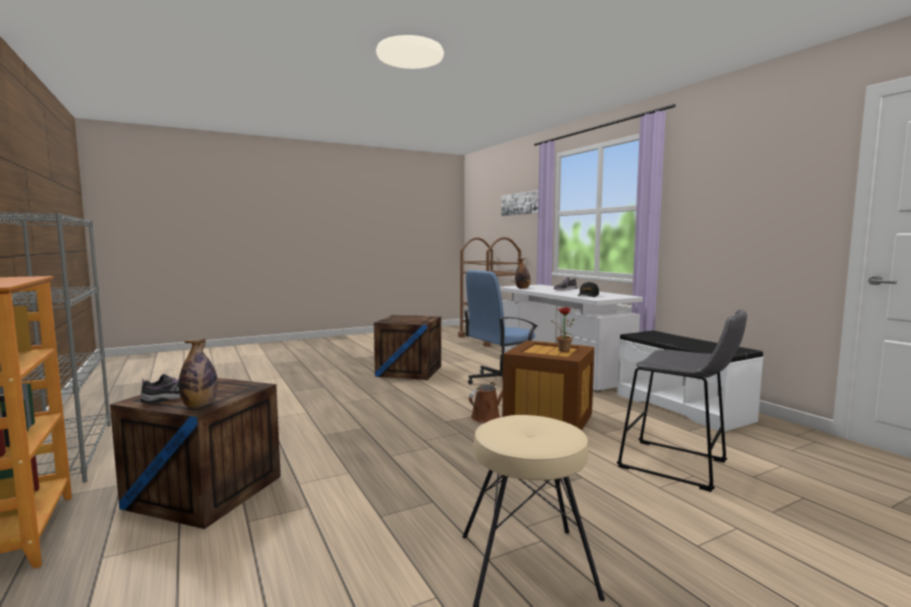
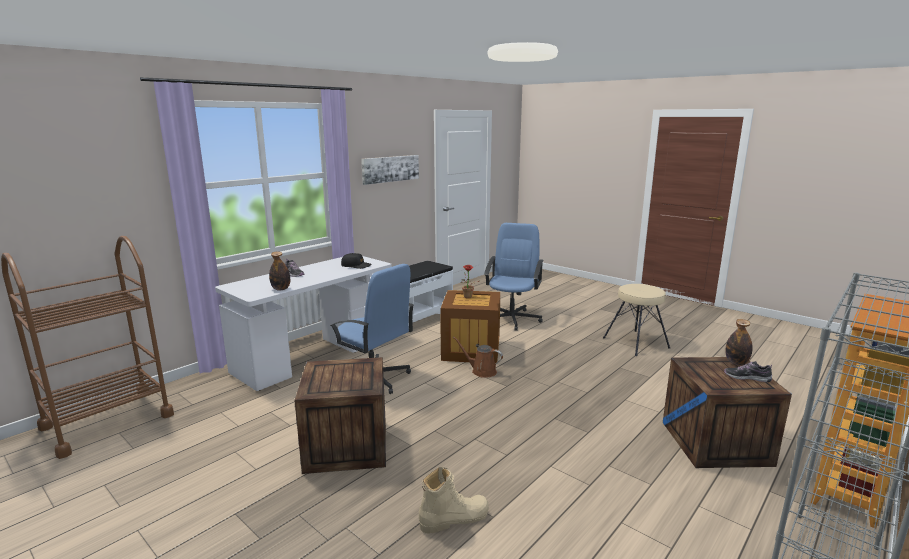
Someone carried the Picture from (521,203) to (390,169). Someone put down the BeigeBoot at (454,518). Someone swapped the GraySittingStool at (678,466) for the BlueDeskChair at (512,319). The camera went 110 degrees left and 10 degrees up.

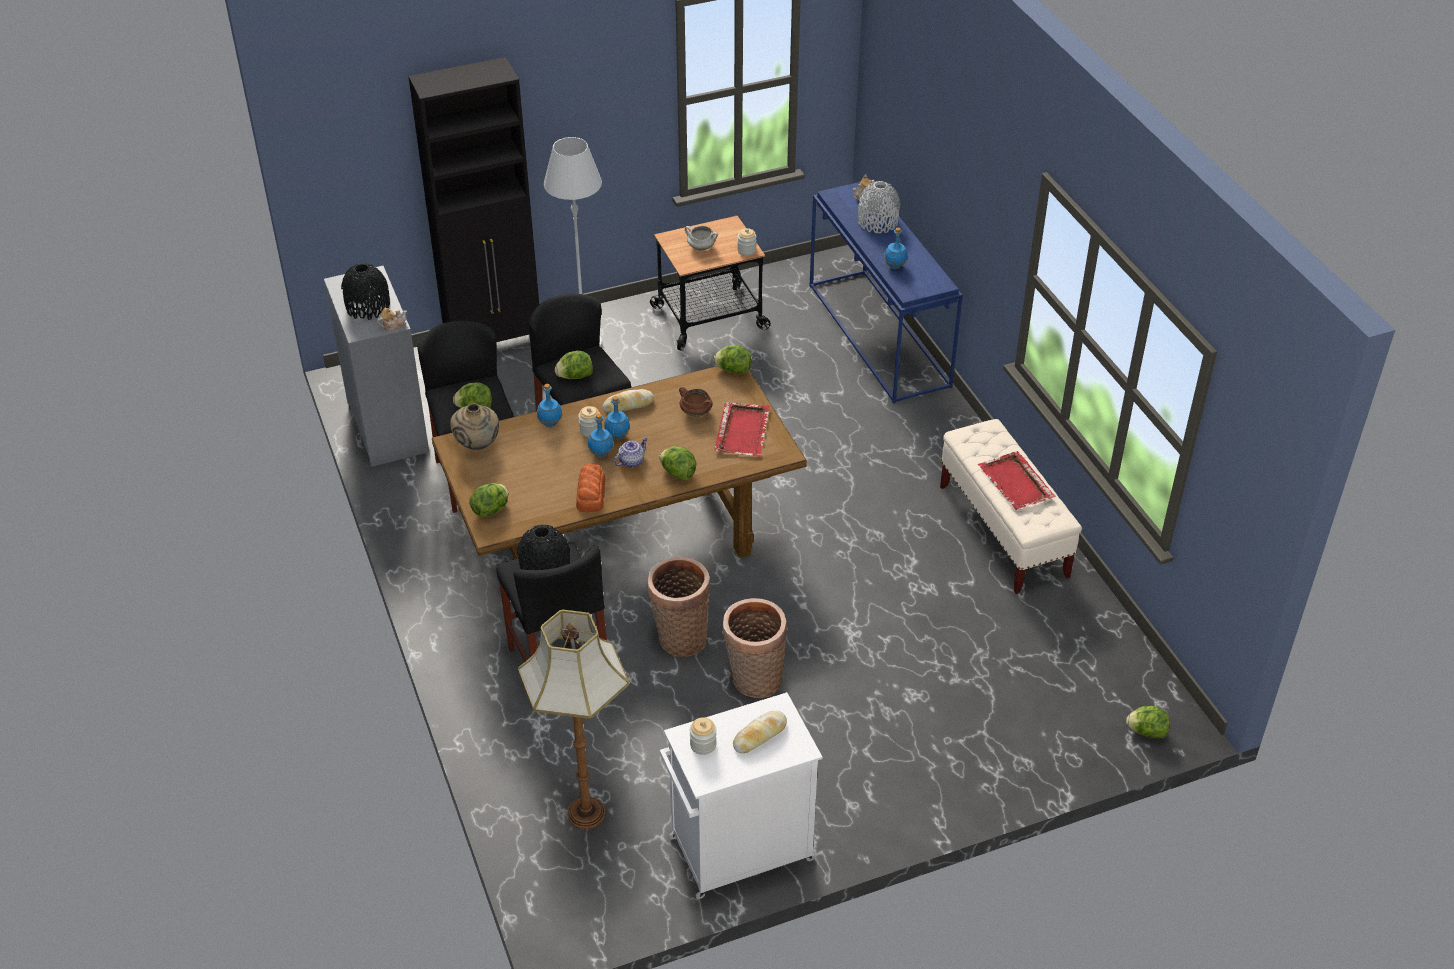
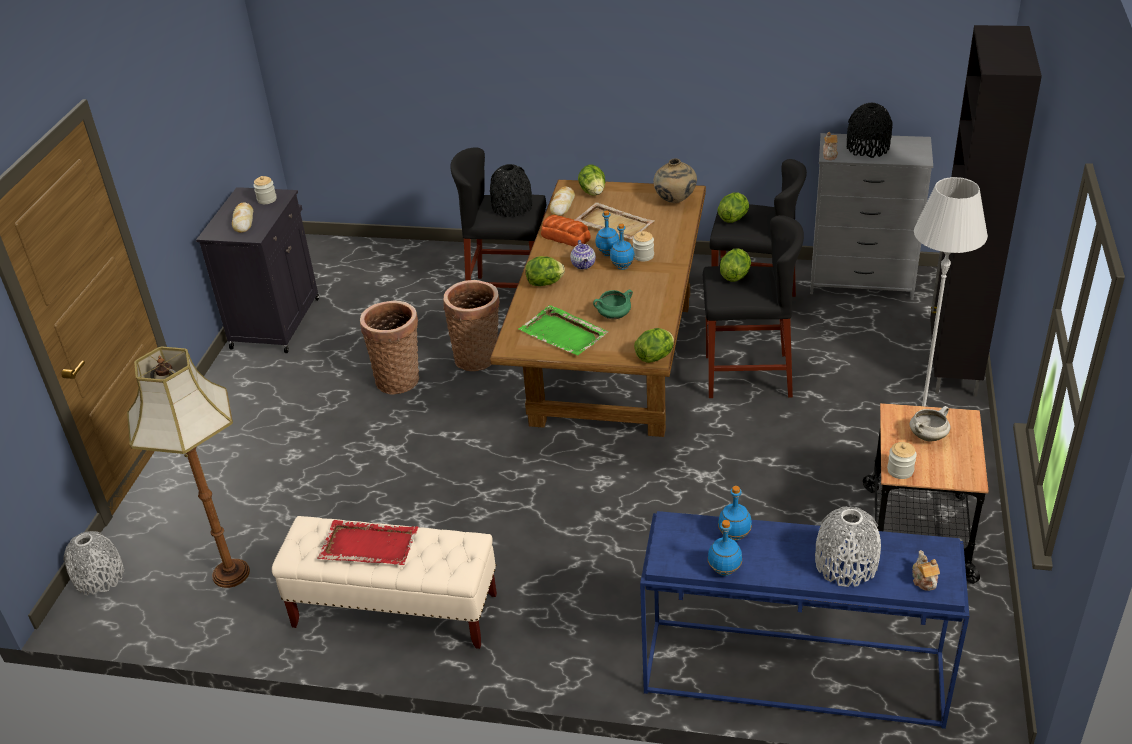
Someone swapped the Lettuce at (1146,732) for the GrayVase at (99,577). Someone carried the StandingLamp from (584,814) to (231,572). Someone repainted the WhiteCabinet at (738,850), which became the BlackishCabinet at (276,322). Someone repainted the ReddishServingTray at (742,431), which became the GreenServingTray at (564,334). Someone carried the Bread from (628,405) to (562,205). Someone put down the BeigeServingTray at (613,223). Someone repainted the BrownCookingPot at (696,412), which became the GreenCookingPot at (613,316). Someone carried the BlueDrinkBottle from (550,423) to (724,571). The camera went 125 degrees right and 5 degrees down.

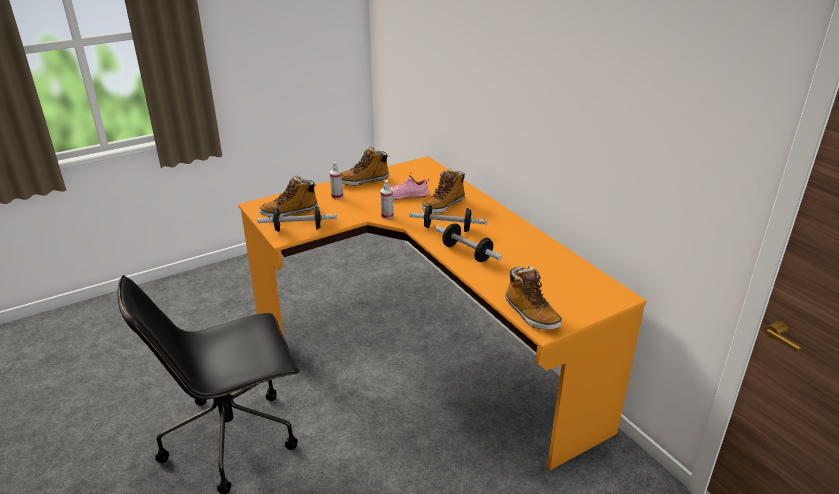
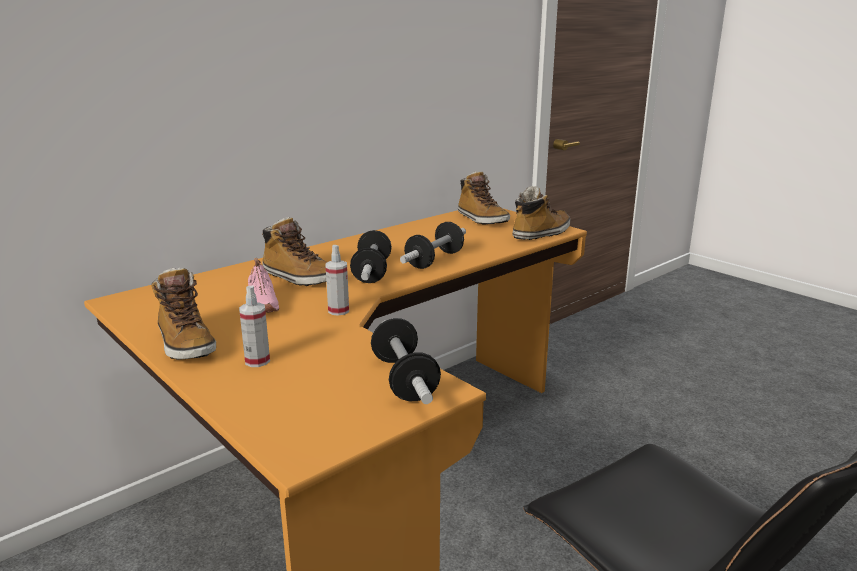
Someone carried the Boot from (290,212) to (481,219). The camera went 100 degrees left and 10 degrees down.

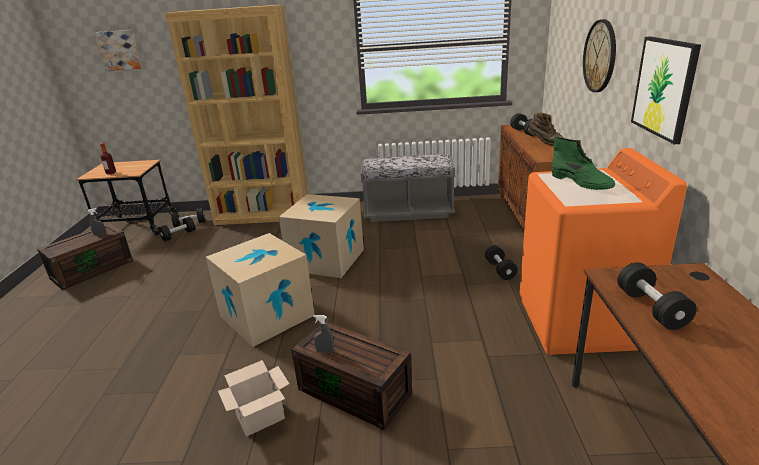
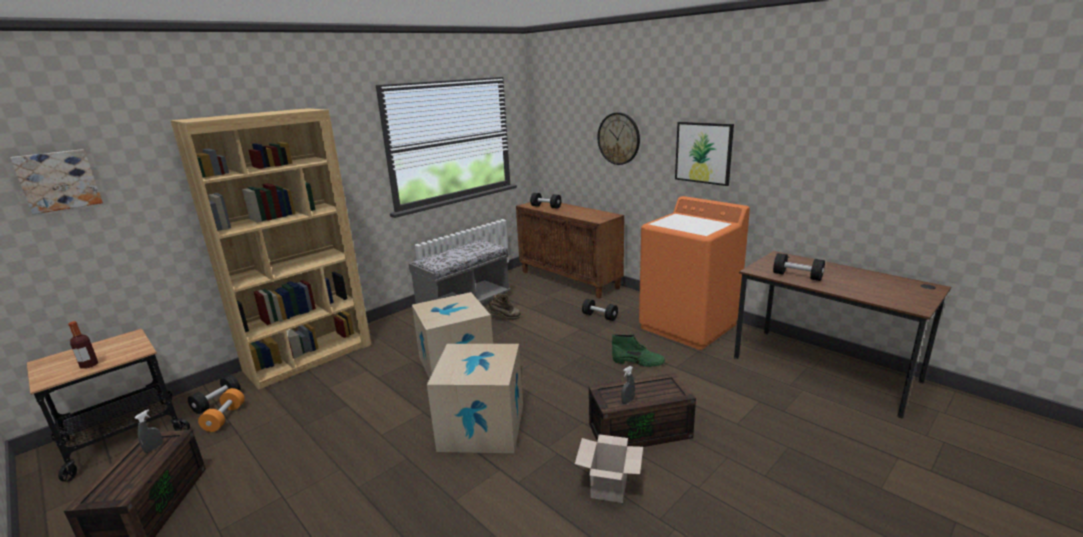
Someone repainted the BlackishFreeWeight at (178,235), which became the OrangeColouredFreeWeight at (225,418). Someone carried the BrownBoot from (544,143) to (505,318). Someone carried the GreenBoot from (581,182) to (638,362). The camera went 45 degrees left and 5 degrees down.

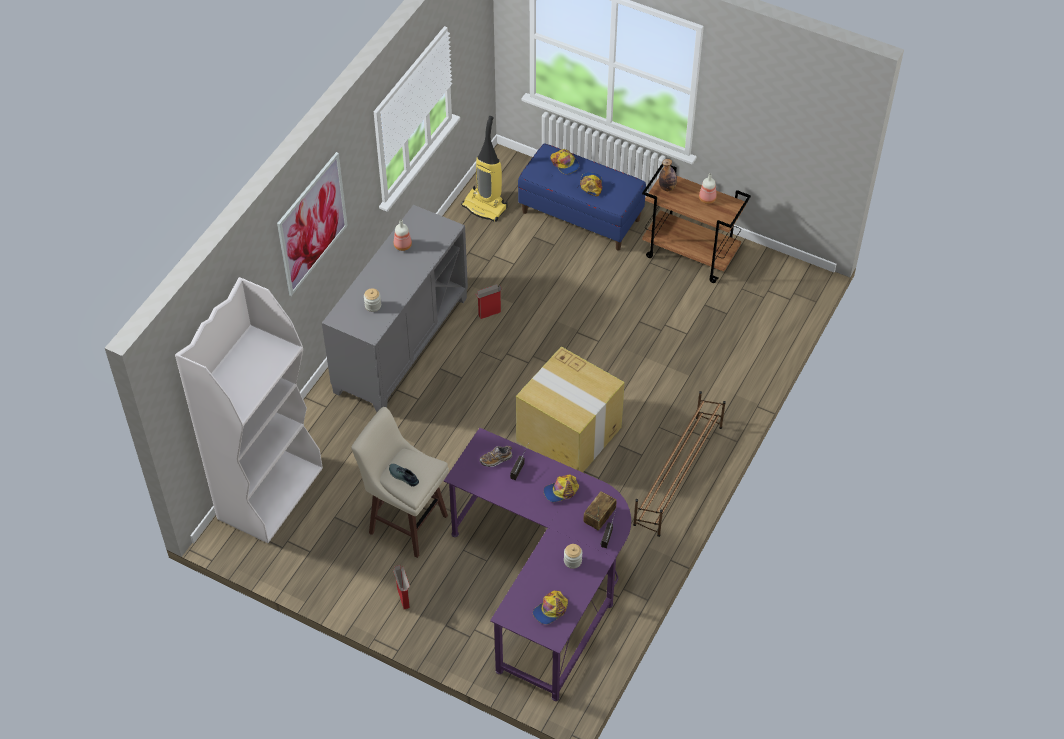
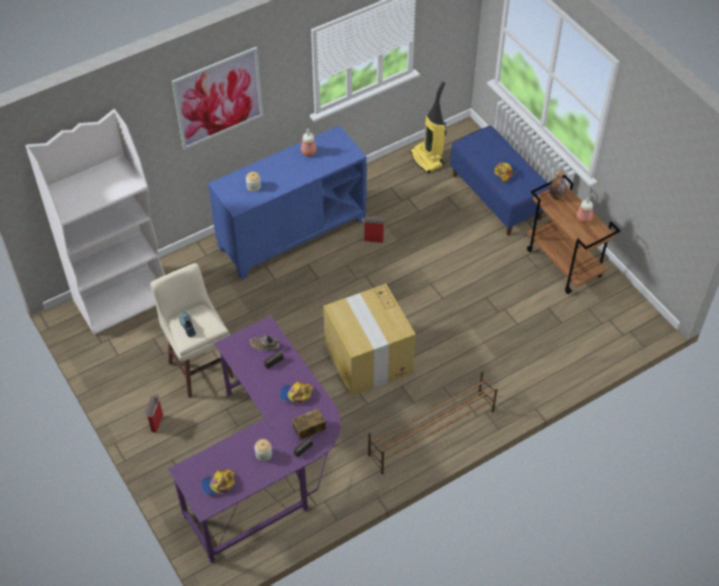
Someone repainted the GrayCabinet at (400,344), which became the BlueCabinet at (292,233). Someone took away the BaseballCap at (565,164). The camera went 30 degrees right and 0 degrees up.

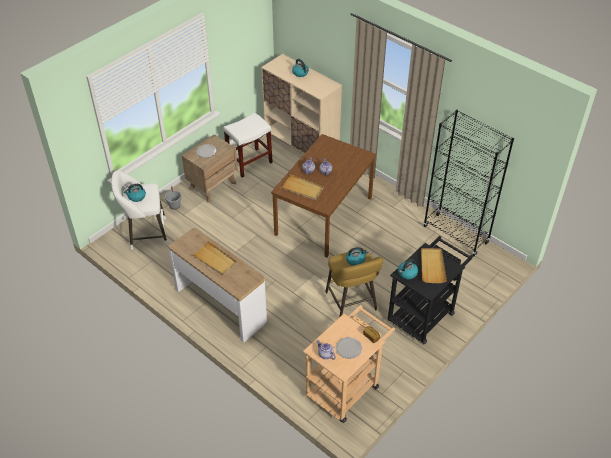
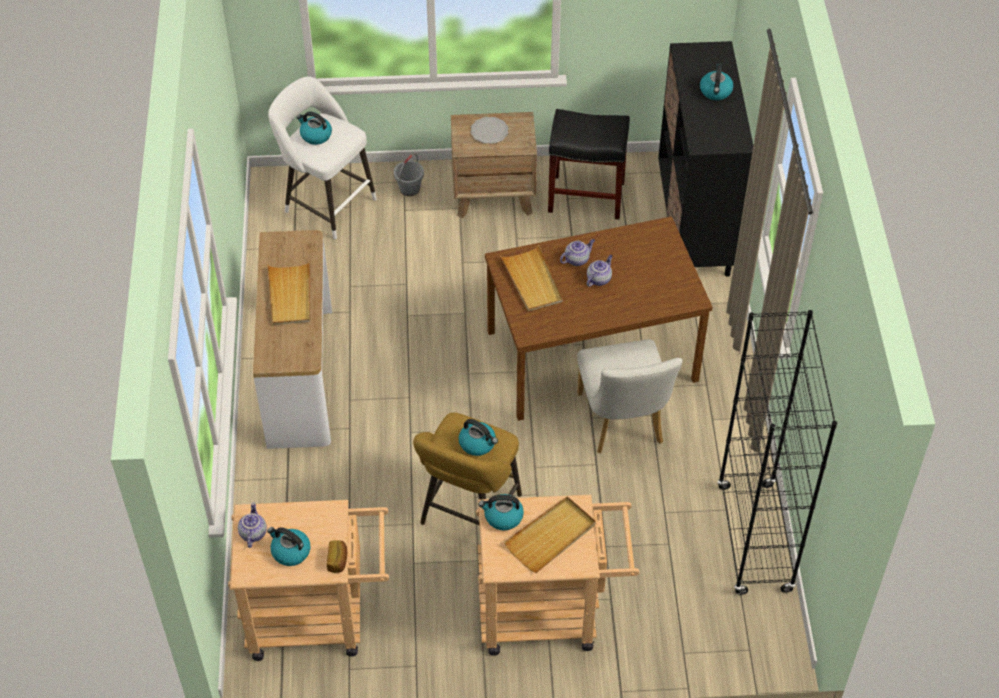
Someone swapped the DinnerPlate at (349,349) for the WaterKettle at (290,551). Someone repainted the BlackishCart at (424,313), which became the BeigeCart at (550,613). Someone repainted the WhiteSittingStool at (249,162), which became the BlackishSittingStool at (587,196). Someone put down the WhiteChair at (622,424). Someone repainted the BeigeCabinet at (301,146), which became the BlackishCabinet at (694,224). The camera went 45 degrees right and 5 degrees up.

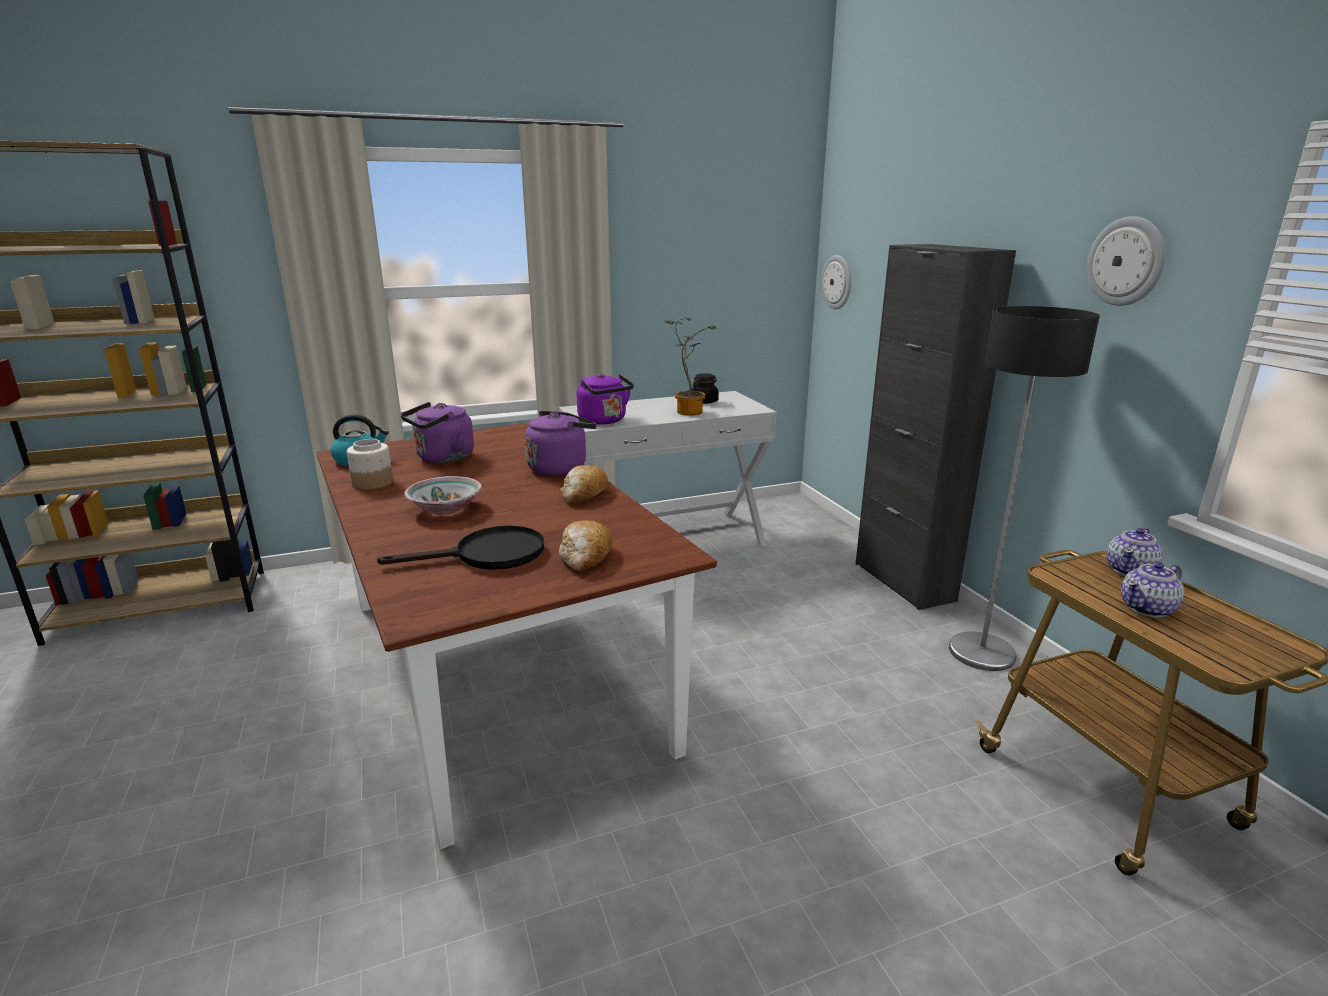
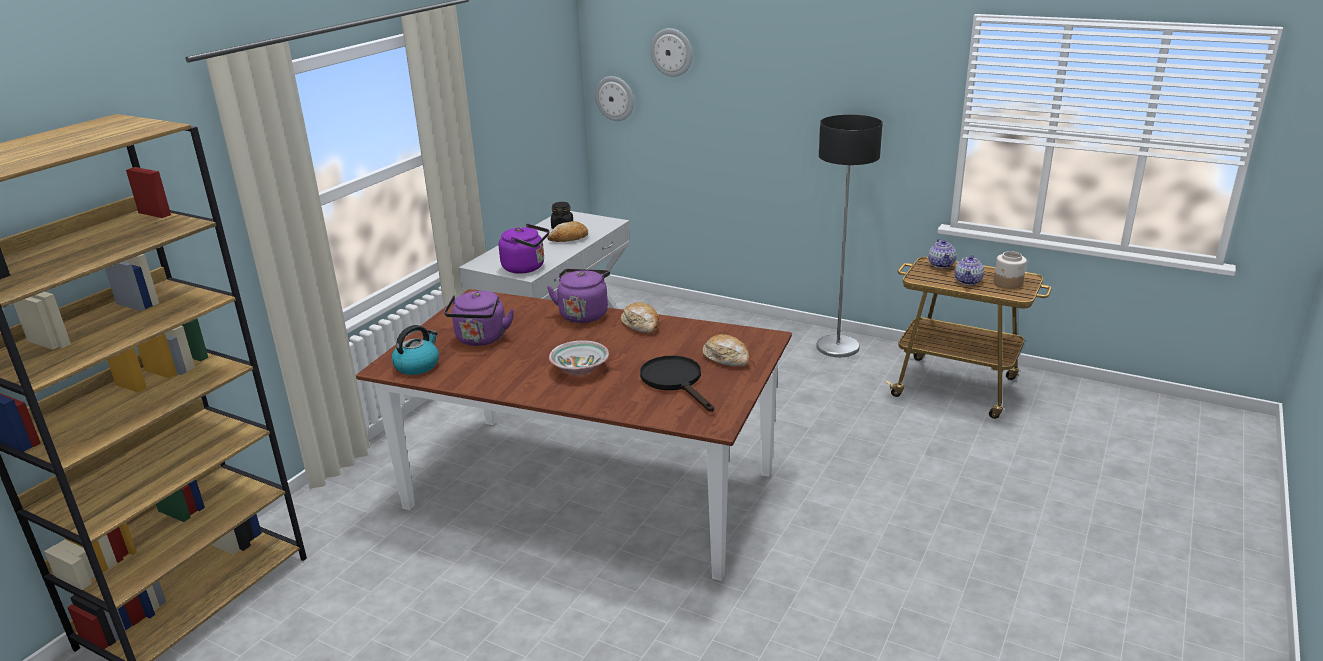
Someone swapped the Houseplant at (688,411) for the Bread at (569,239). Someone rotated the BlackishSkillet at (487,555) by 60 degrees counterclockwise. Someone carried the ClockOnTheWall from (1126,261) to (672,52). Someone carried the StorageJar from (372,483) to (1008,283). Someone took away the BlackishCabinet at (903,582). The camera went 40 degrees left and 5 degrees up.

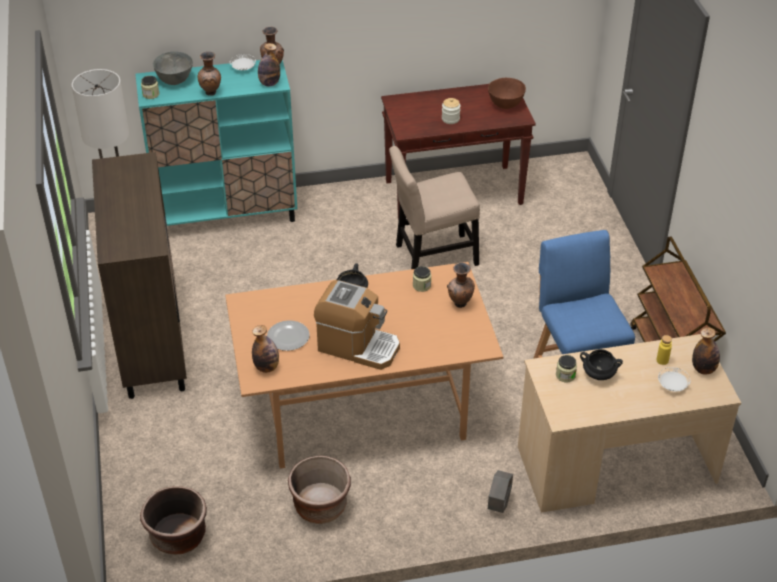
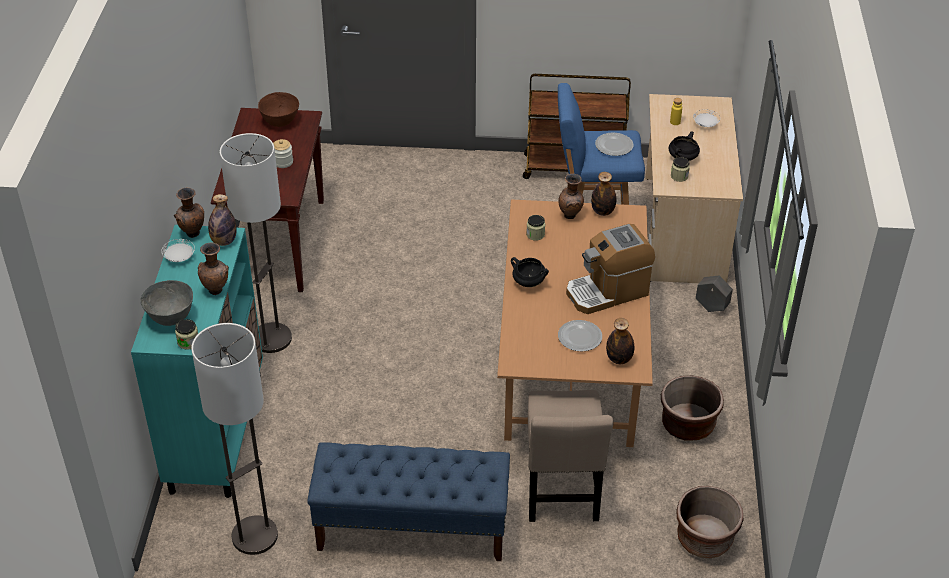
Someone put down the StandingLamp at (272,339). Someone swapped the BrownCabinet at (152,341) for the BlueLongSeat at (411,528). Someone carried the BeigeChair from (432,256) to (561,491). Someone rotated the CoffeeBrewer at (358,346) by 150 degrees counterclockwise. Someone carried the DrinkBottle from (703,369) to (603,211). Someone put down the DinnerPlate at (614,145). The camera went 75 degrees left and 0 degrees up.

